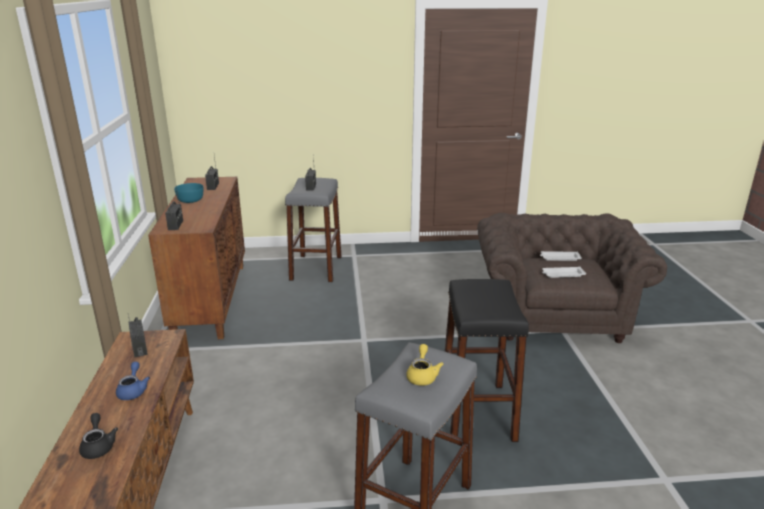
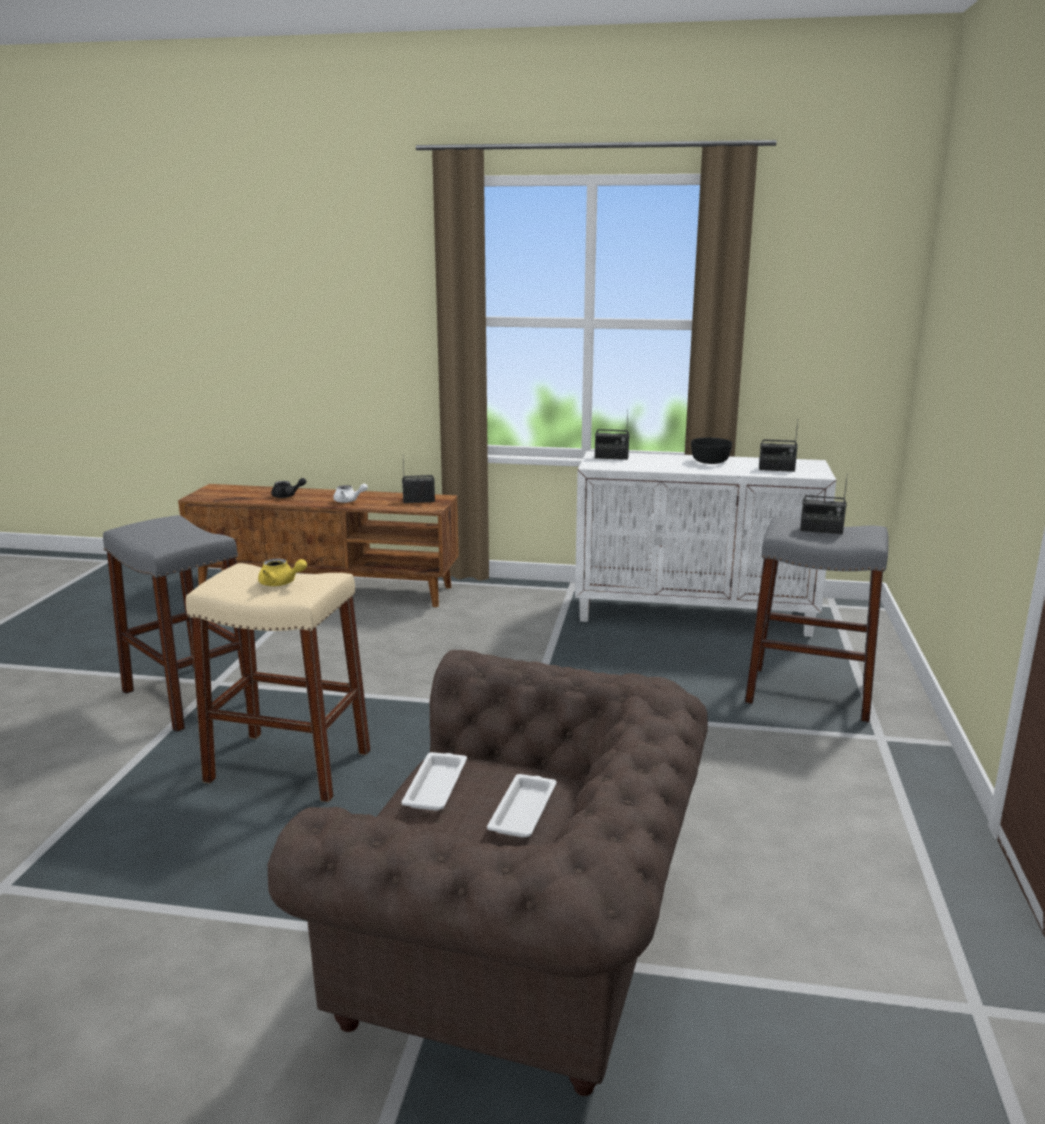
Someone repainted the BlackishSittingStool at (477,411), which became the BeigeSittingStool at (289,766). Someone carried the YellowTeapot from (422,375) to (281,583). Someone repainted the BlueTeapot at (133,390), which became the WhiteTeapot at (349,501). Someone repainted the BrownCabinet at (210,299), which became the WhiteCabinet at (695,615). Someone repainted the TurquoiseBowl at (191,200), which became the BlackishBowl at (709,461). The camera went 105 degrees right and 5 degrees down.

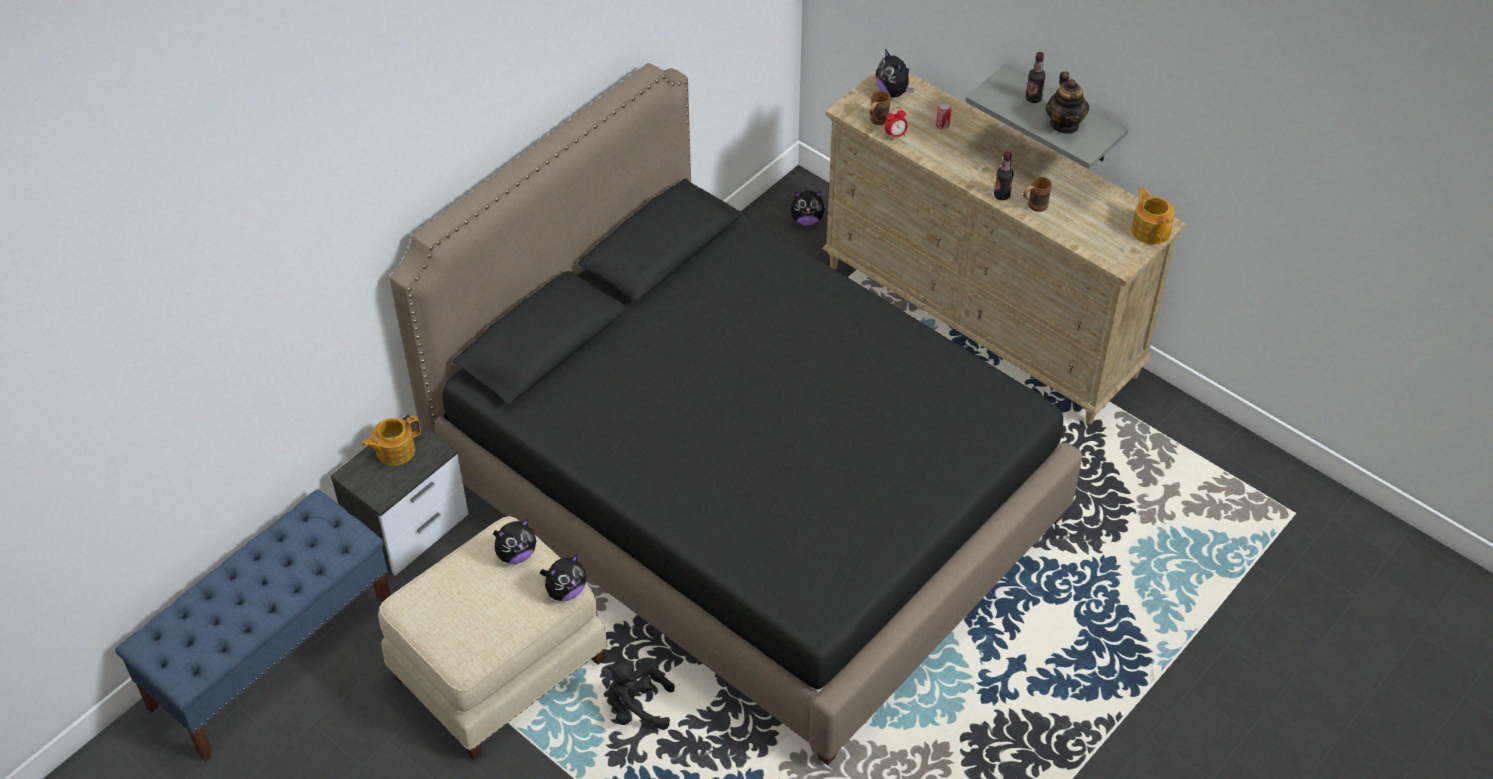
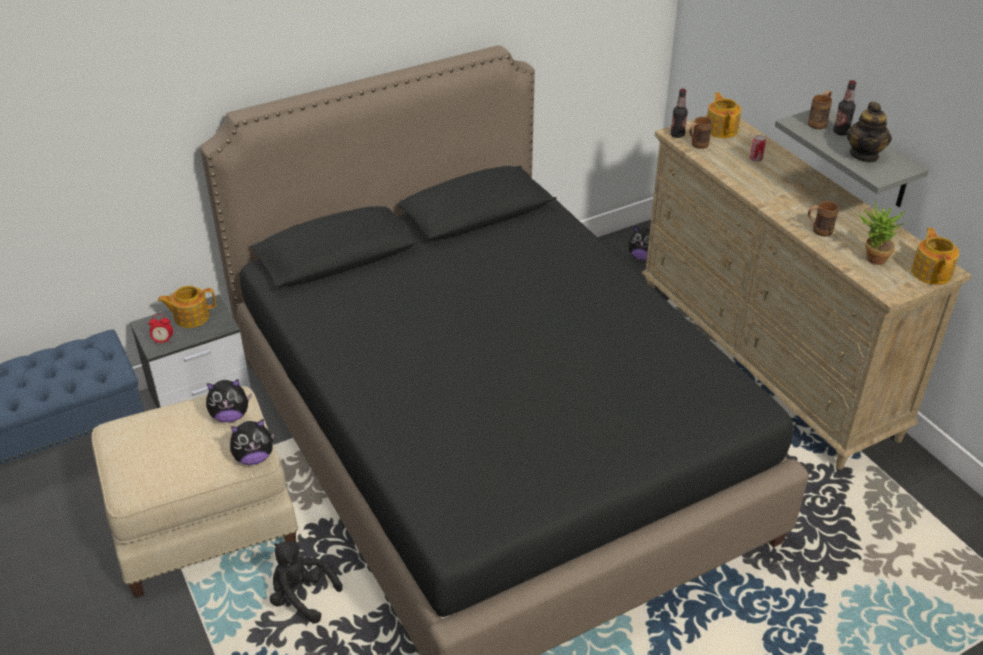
Someone carried the BedsideClock from (895,135) to (163,341). Someone carried the DrinkBottle from (1002,195) to (677,135). Someone swapped the PlushToy at (893,92) for the Teapot at (721,129). Someone put down the BrownTeaMug at (819,122). Someone put down the Houseplant at (872,259). The camera went 20 degrees right and 10 degrees down.

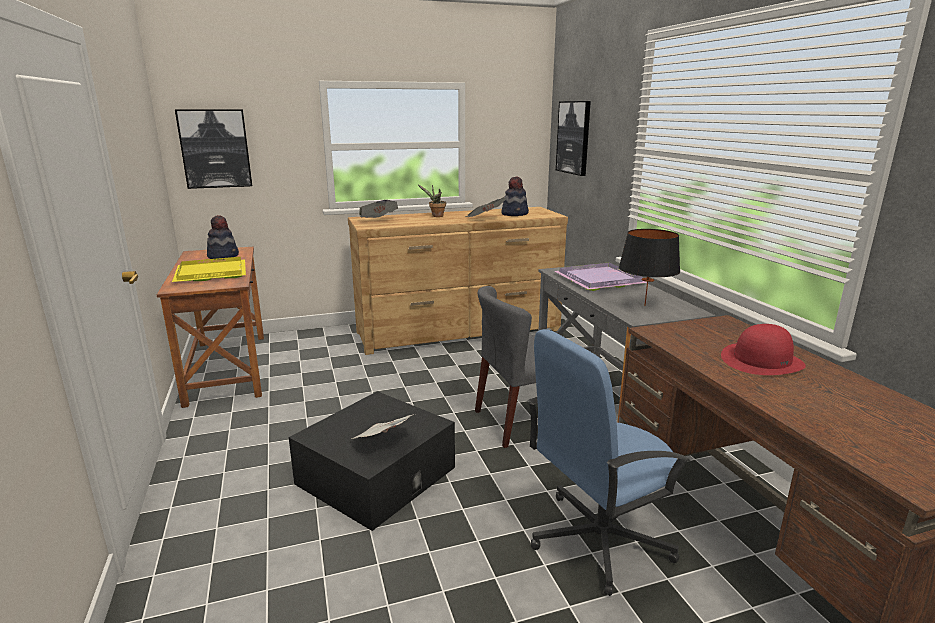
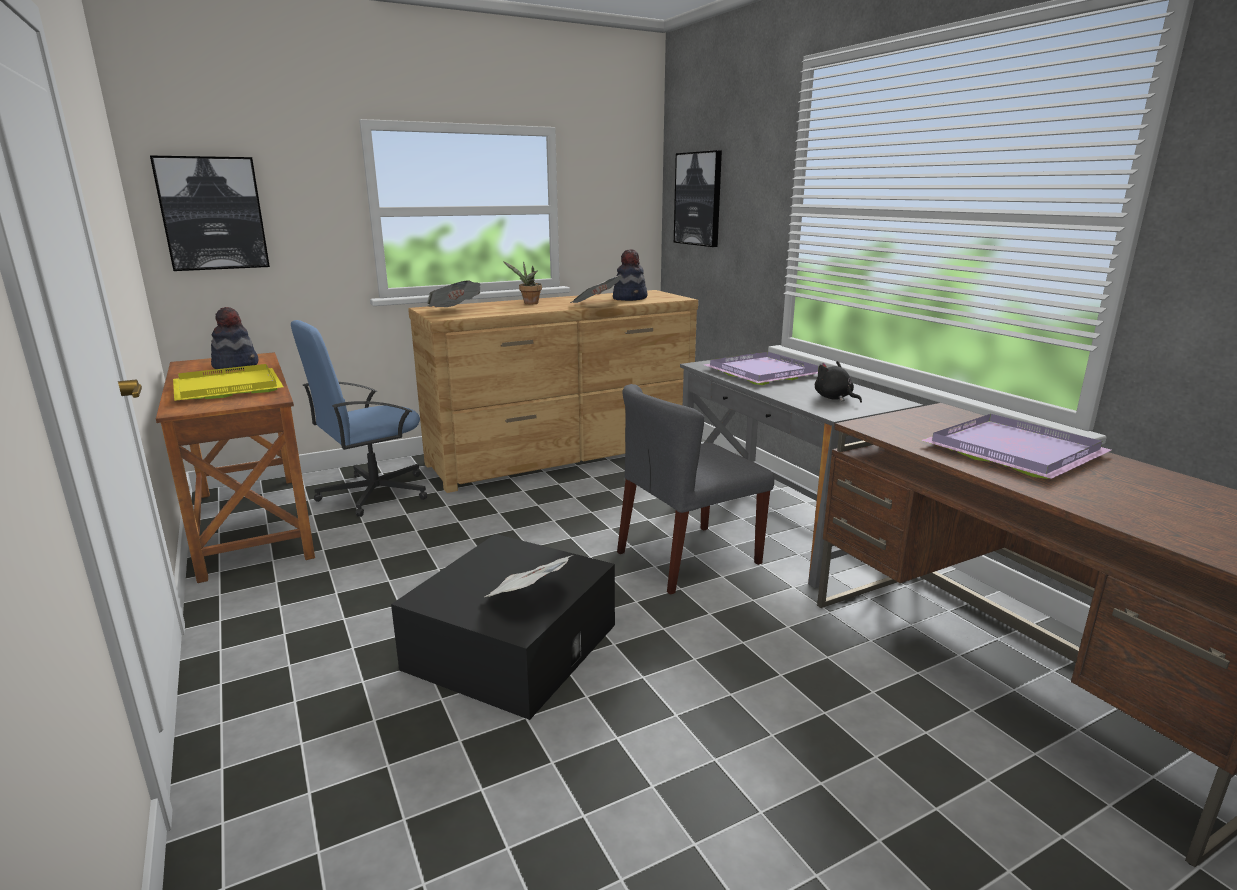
Someone carried the BlueDeskChair from (598,539) to (373,493). Someone swapped the BlackishTabletopLamp at (644,305) for the BlackishPlushToy at (834,398). Someone swapped the ReddishWearableHat at (762,360) for the PurpleColouredServingTray at (1012,449). The camera went 10 degrees left and 0 degrees up.

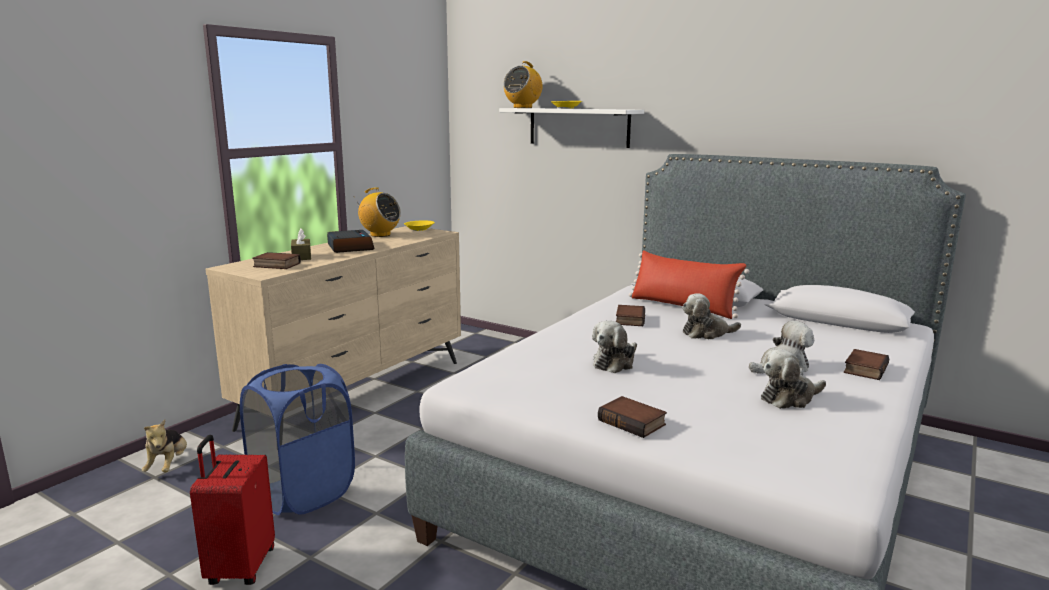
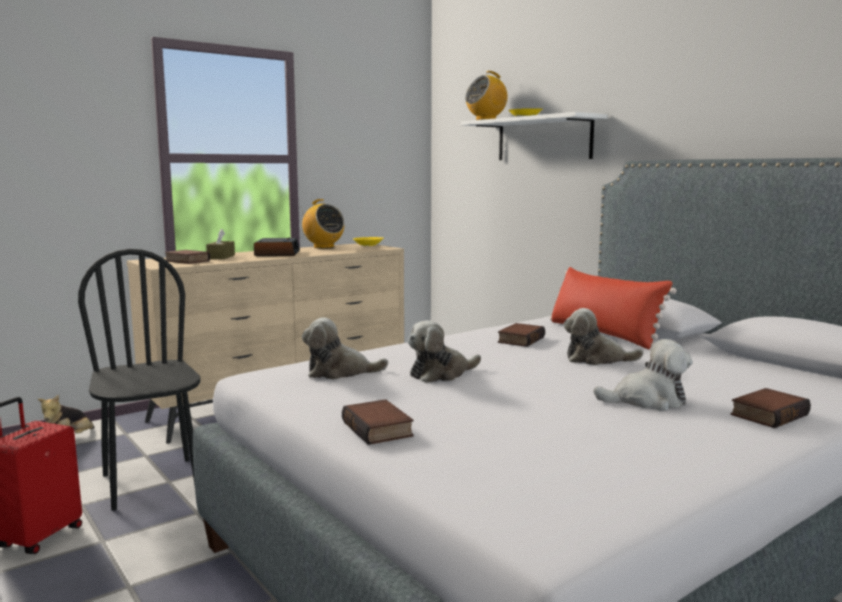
Someone swapped the BlueLaundryBasket at (303,493) for the BlackishChair at (152,483). Someone carried the PlushToy from (789,398) to (339,372). The camera went 20 degrees right and 5 degrees down.

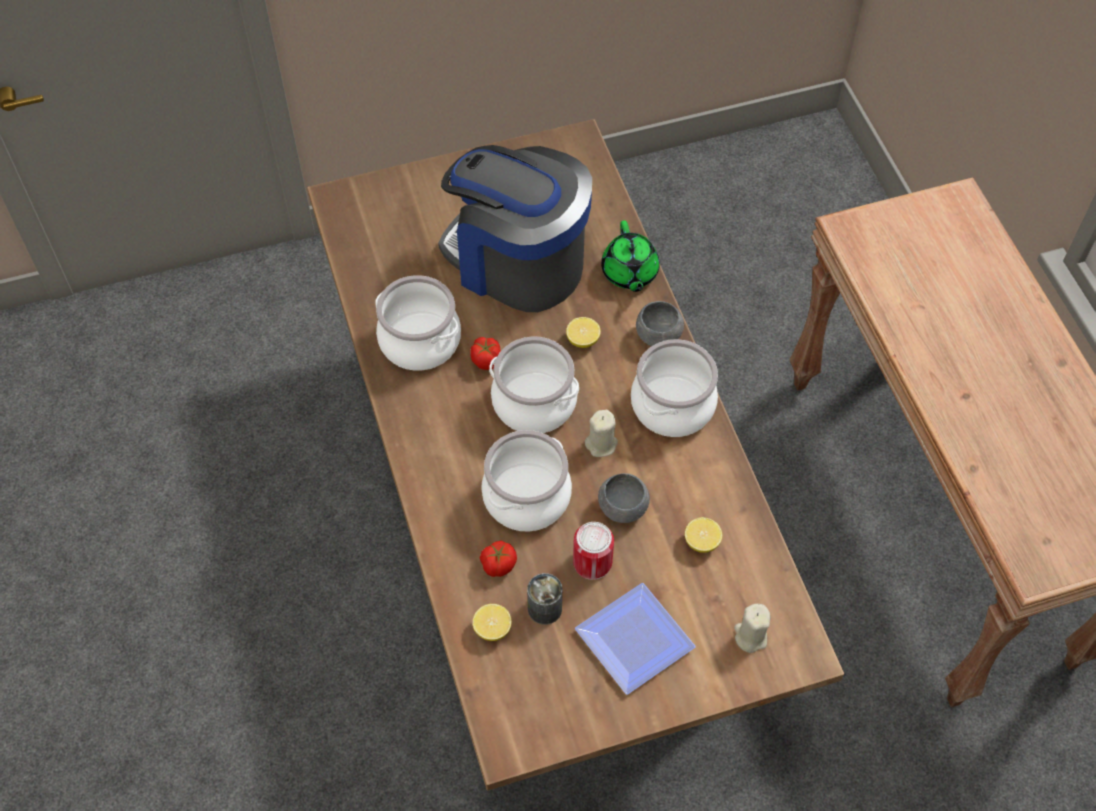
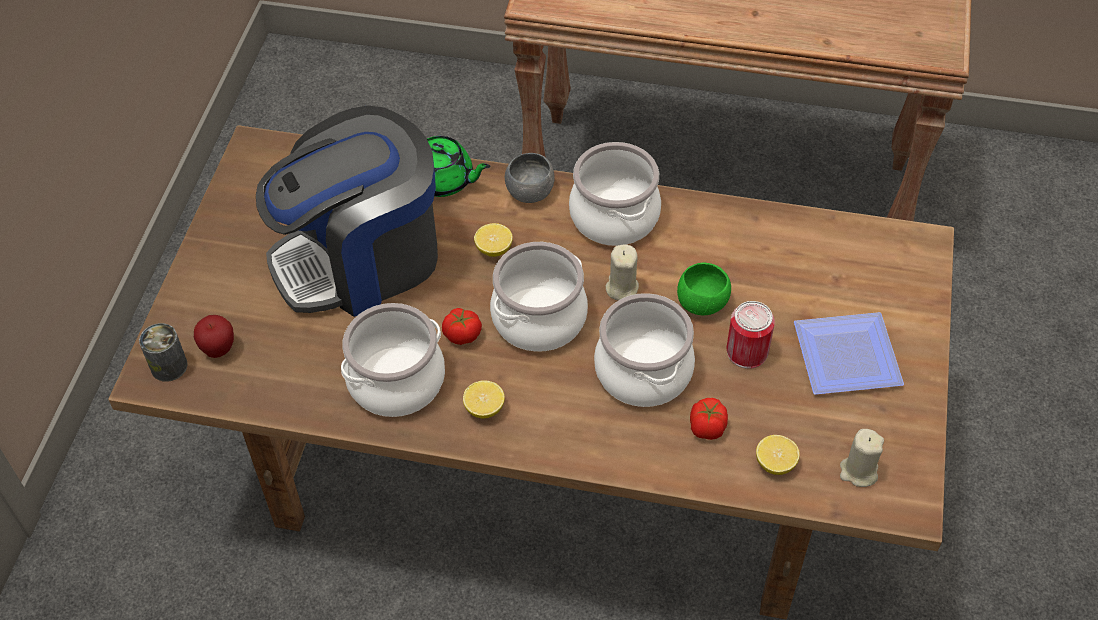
Someone carried the SealedCan from (544,608) to (169,366). Someone put down the WholeApple at (218,349). Someone carried the CitrusFruit from (701,542) to (484,408). Someone repainted the GrayBowl at (623,508), which became the GreenBowl at (702,303). Someone carried the BeigeCandle from (750,636) to (858,471). The camera went 60 degrees left and 5 degrees down.

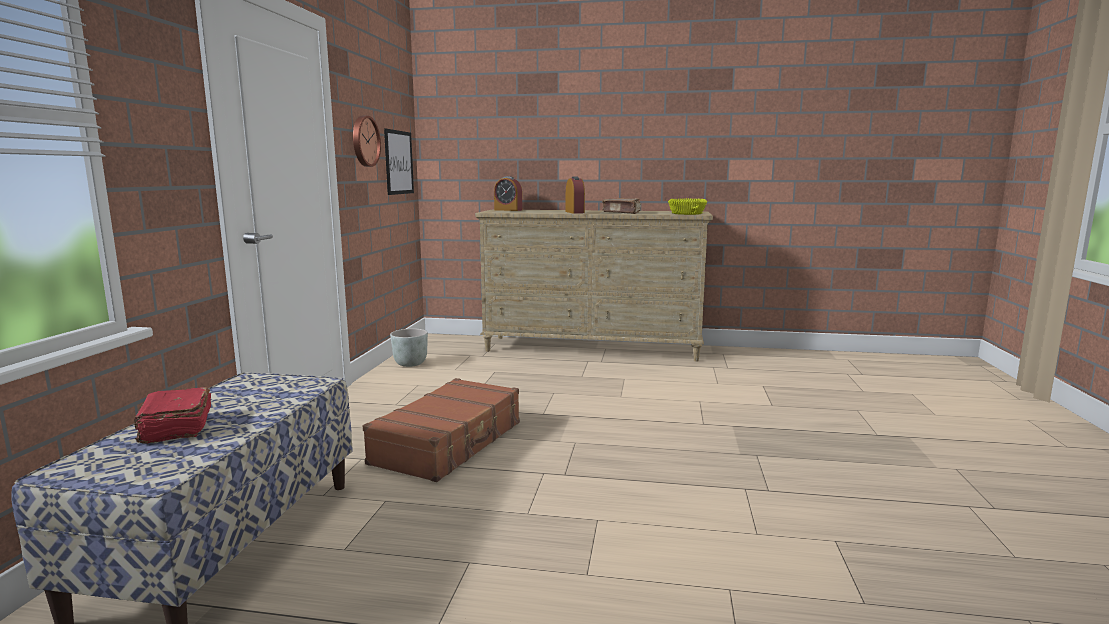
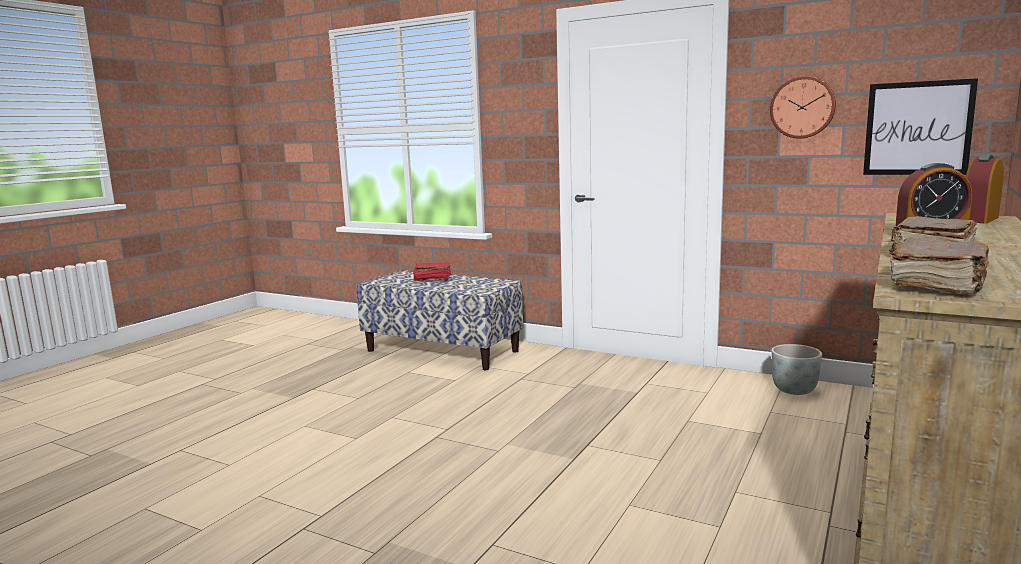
Someone swapped the YellowBowl at (686,213) for the BrownBook at (939,285). Someone took away the BrownSuitcase at (449,443). The camera went 110 degrees right and 0 degrees up.

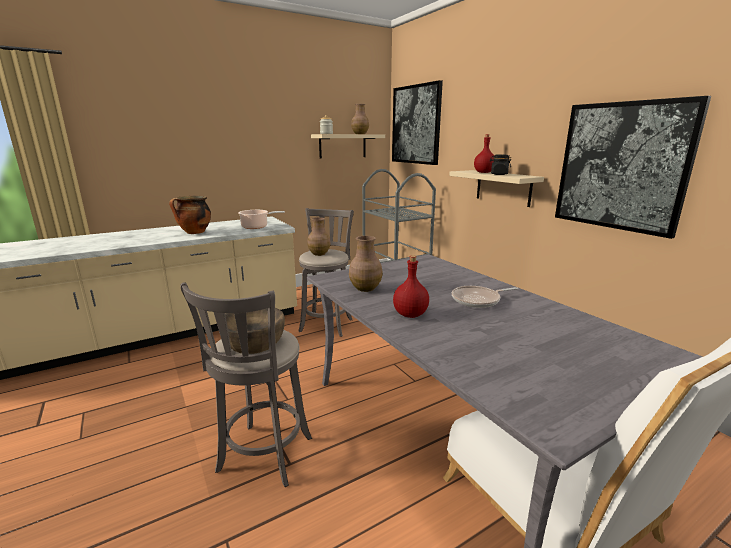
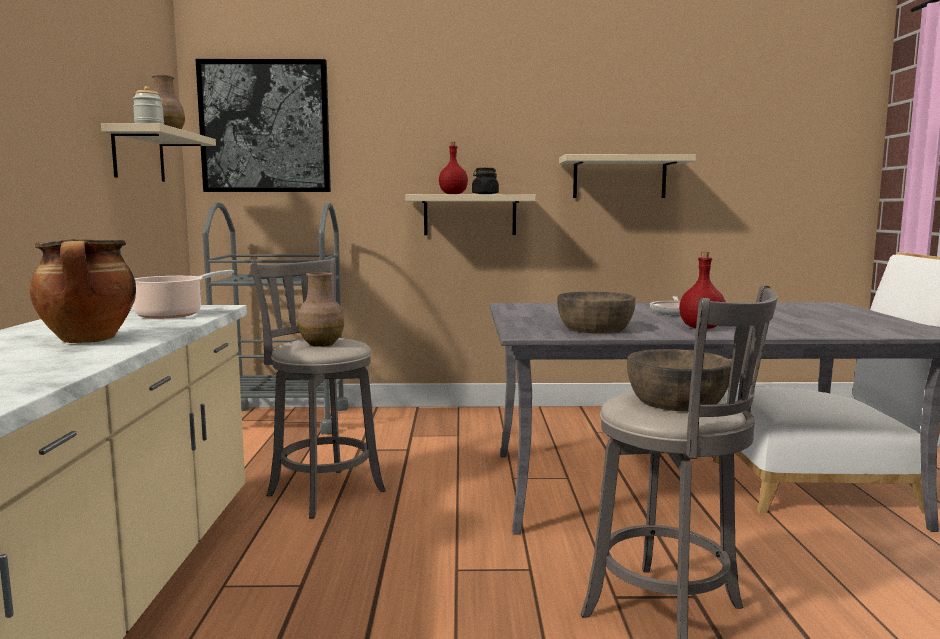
Someone swapped the BrownVase at (365,288) for the BrownBowl at (595,328). Someone swapped the Picture at (621,166) for the BeigeShelf at (619,177). The camera went 60 degrees left and 10 degrees down.

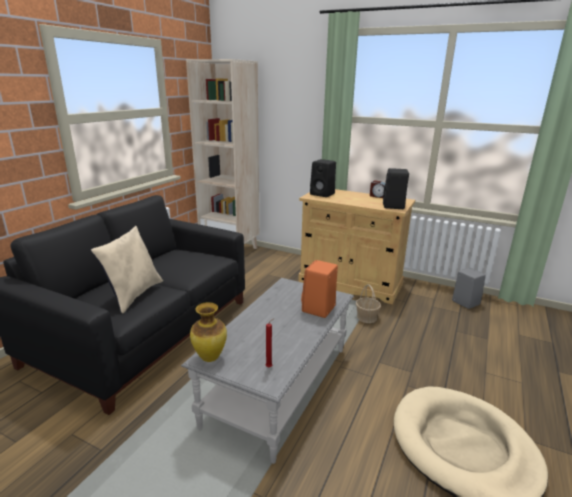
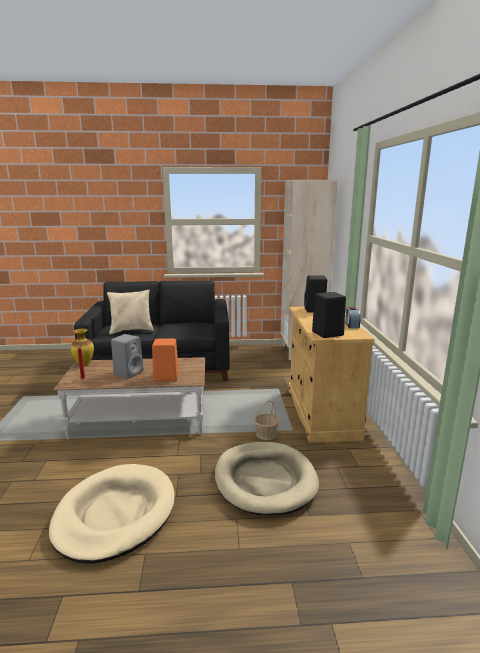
Someone repainted the GrayLoungeTable at (279,384), which became the BrownLoungeTable at (139,421). Someone carried the GrayAudioSpeaker from (464,302) to (129,372). Someone put down the BeigeDogCushion at (265,480). The camera went 60 degrees right and 5 degrees down.

